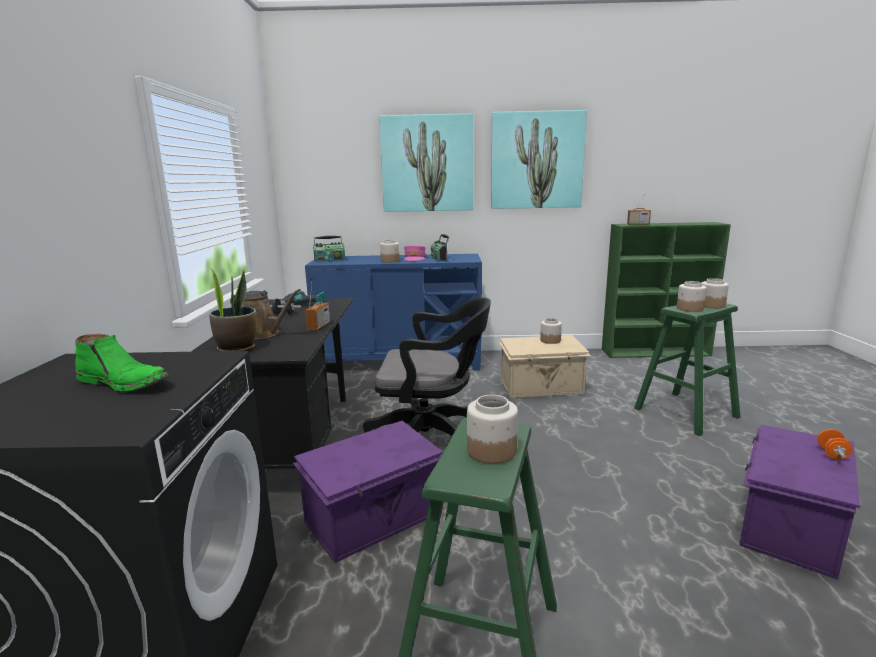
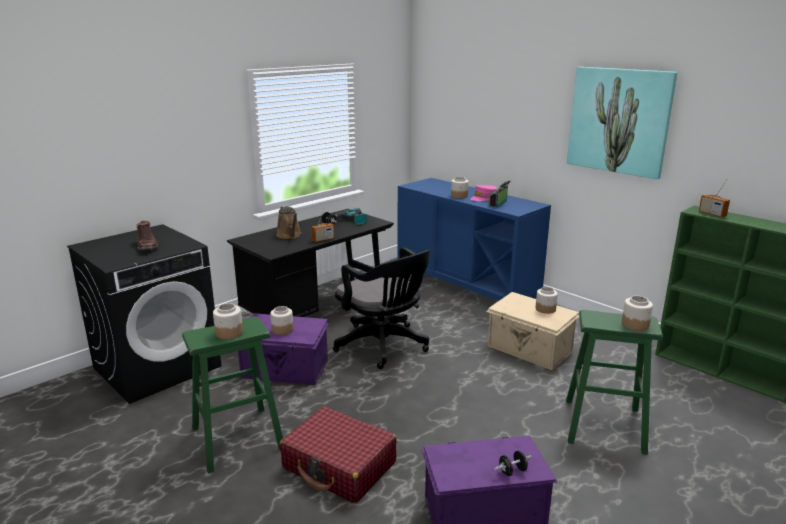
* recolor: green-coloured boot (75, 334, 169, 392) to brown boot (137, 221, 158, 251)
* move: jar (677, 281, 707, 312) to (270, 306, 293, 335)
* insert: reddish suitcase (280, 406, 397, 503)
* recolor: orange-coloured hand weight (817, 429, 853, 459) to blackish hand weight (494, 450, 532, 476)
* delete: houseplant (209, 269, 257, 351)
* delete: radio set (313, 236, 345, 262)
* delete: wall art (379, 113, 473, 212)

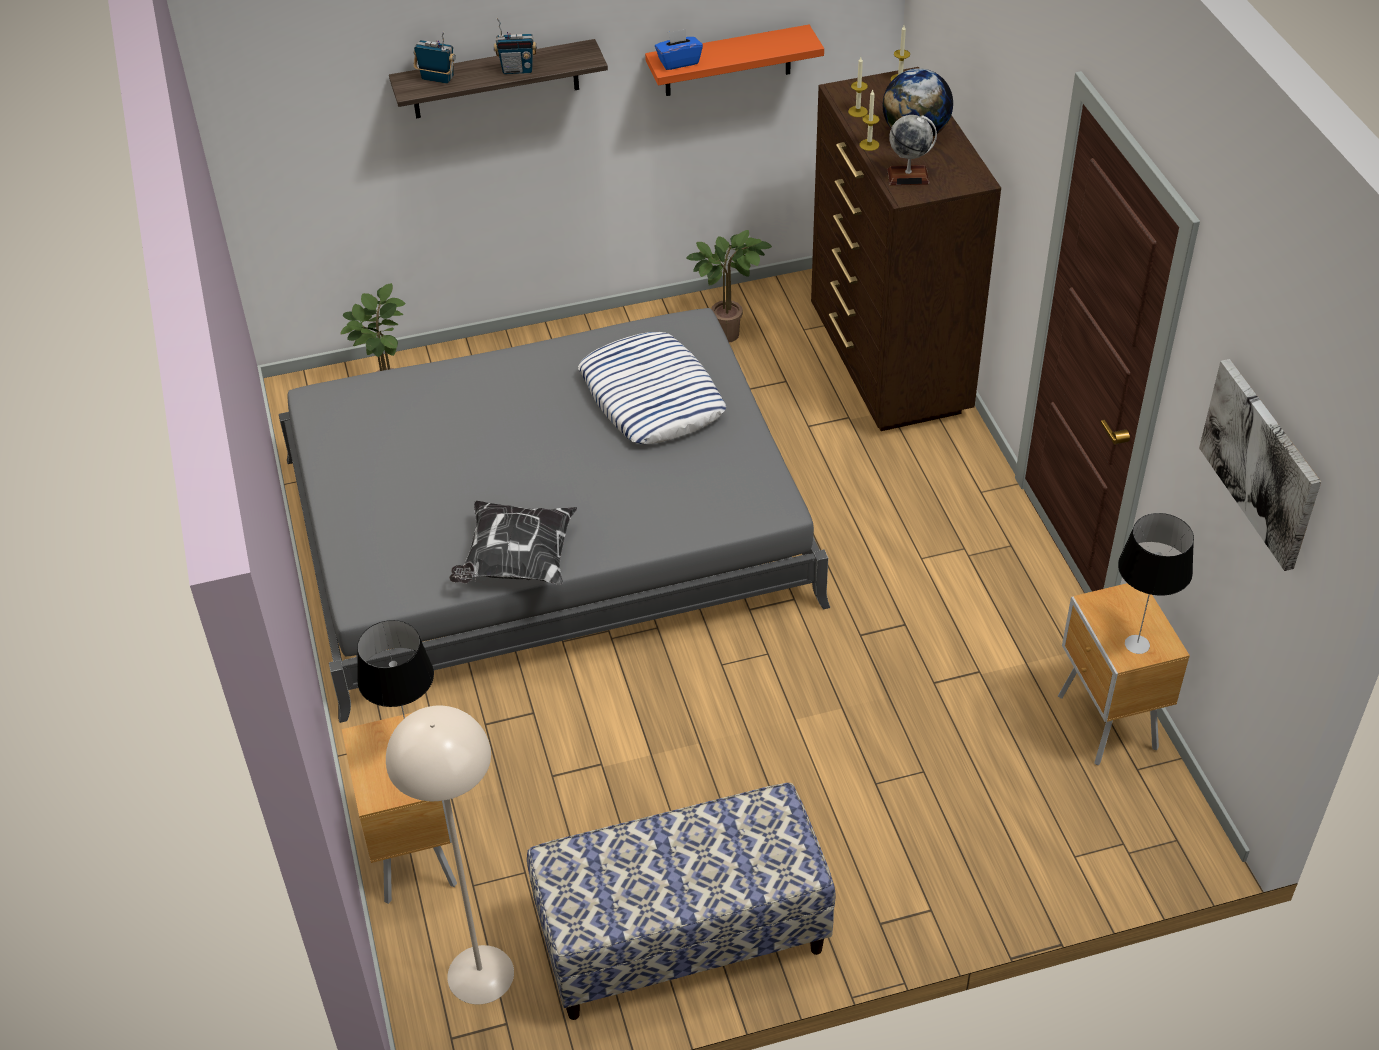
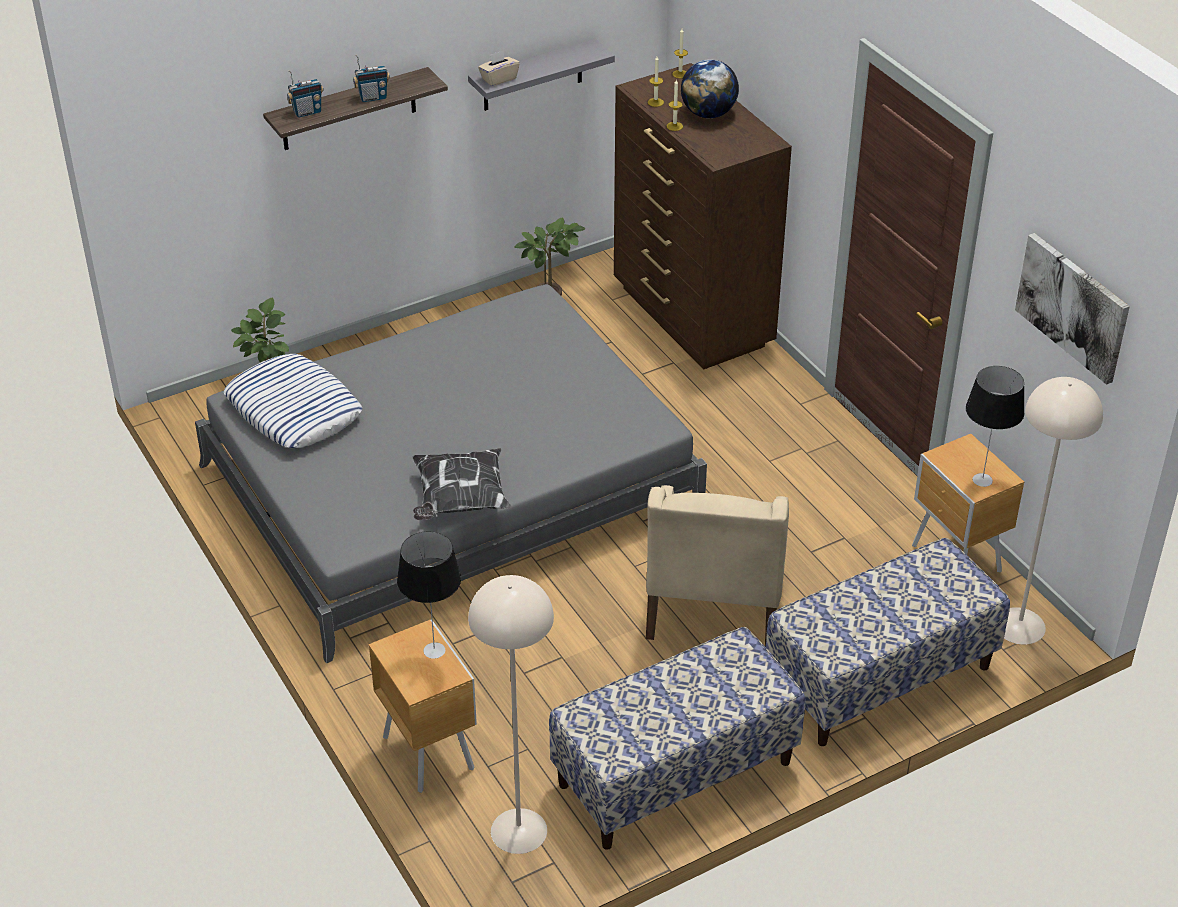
* move: cushion (578, 332, 726, 444) to (223, 354, 362, 448)
* rotate: radio set (414, 31, 456, 84) = (287, 70, 324, 118) 150 degrees clockwise
* recolor: orange-coloured shelf (645, 25, 824, 96) to greyish shelf (468, 39, 615, 111)
* recolor: blue tissue holder (655, 29, 703, 70) to beige-coloured tissue holder (478, 50, 520, 86)
* insert: beige-coloured easy chair (646, 485, 789, 646)
* insert: bench (765, 538, 1010, 746)
* insert: beige-coloured standard lamp (1004, 377, 1103, 644)
* delete: world globe (887, 115, 937, 185)

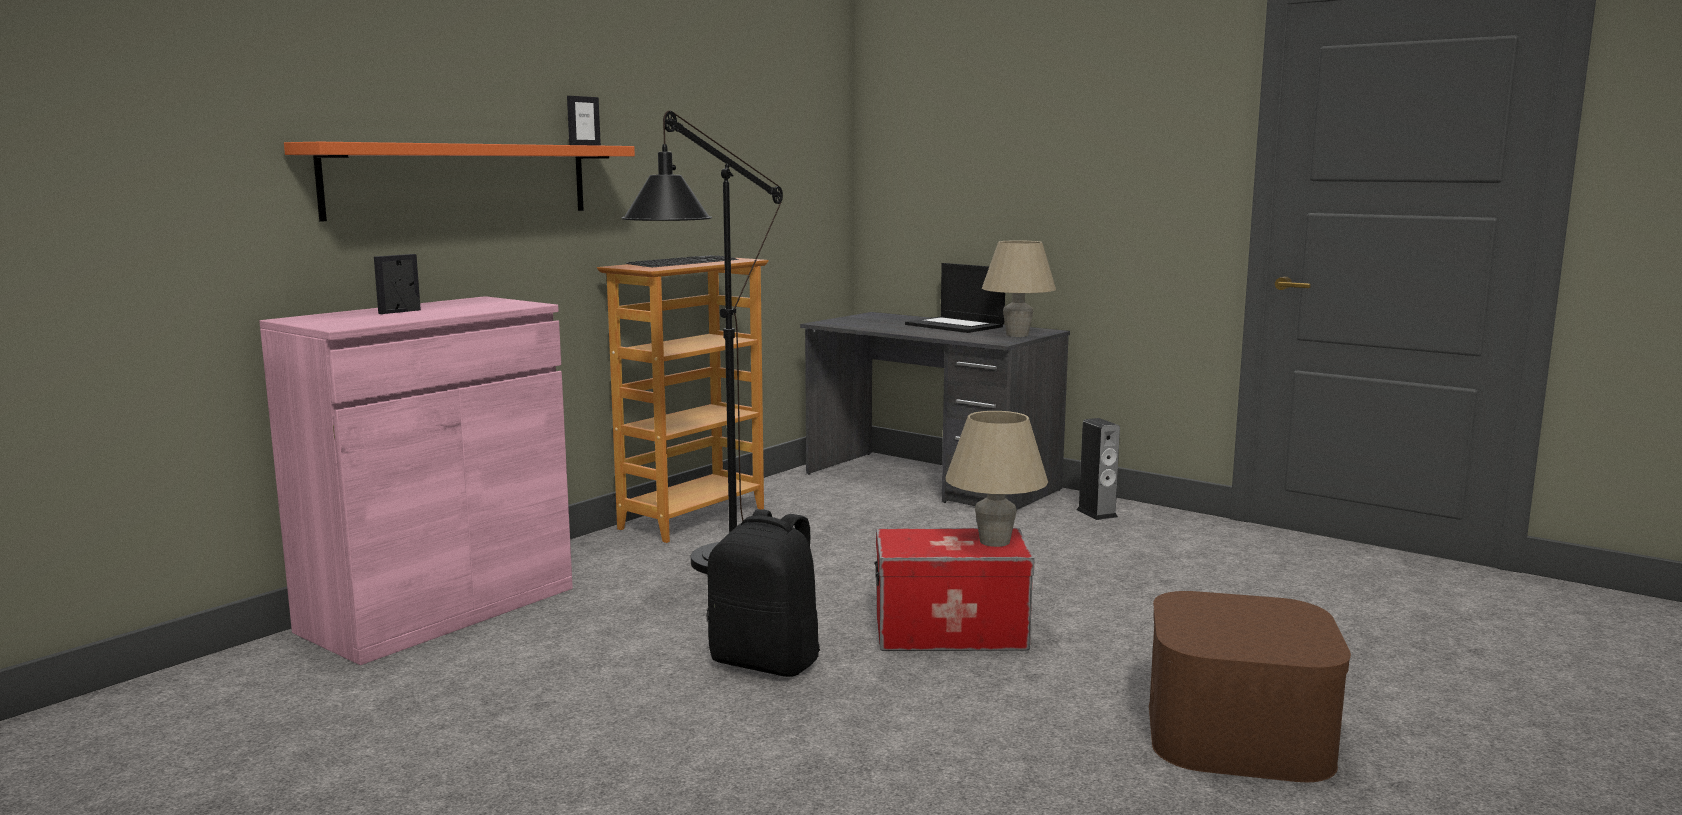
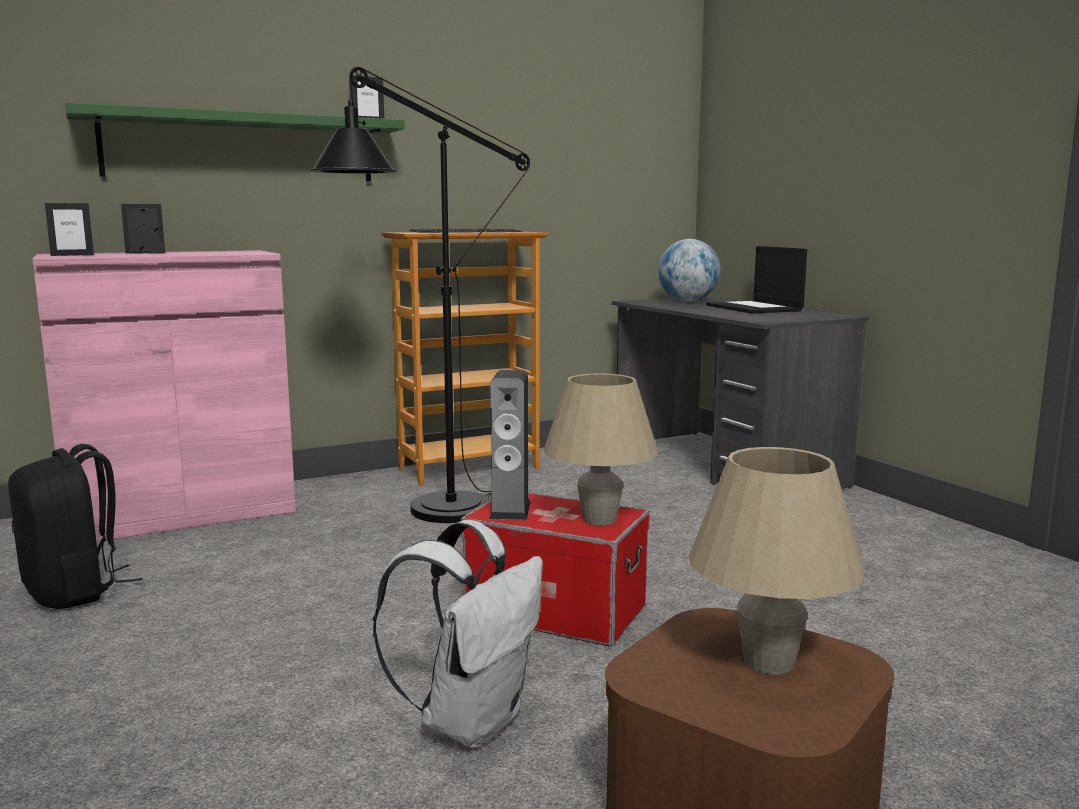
* move: blackish backpack (707, 509, 820, 677) to (8, 444, 142, 609)
* insert: standing frame (45, 203, 94, 256)
* recolor: orange-coloured shelf (284, 142, 635, 222) to green-coloured shelf (65, 102, 405, 182)
* insert: white-coloured backpack (373, 520, 543, 748)
* move: speaker (1076, 418, 1120, 520) to (489, 370, 531, 520)
* insert: world globe (658, 239, 721, 302)
* move: beige-coloured table lamp (982, 240, 1056, 337) to (689, 447, 864, 675)

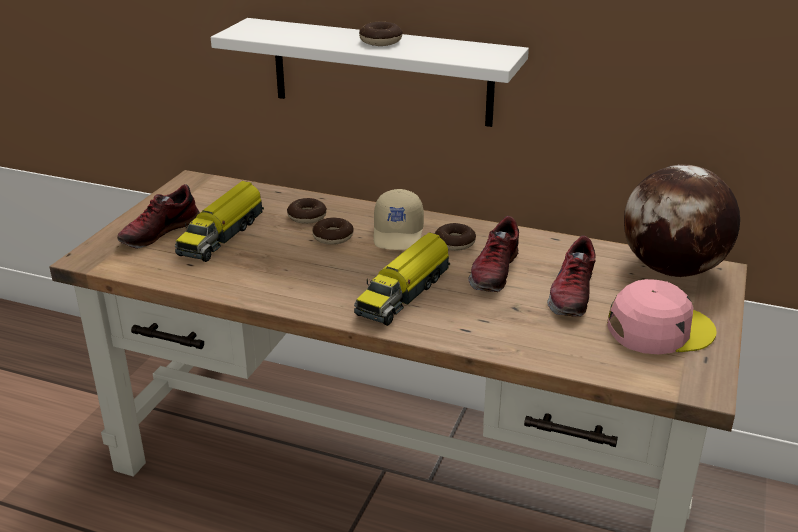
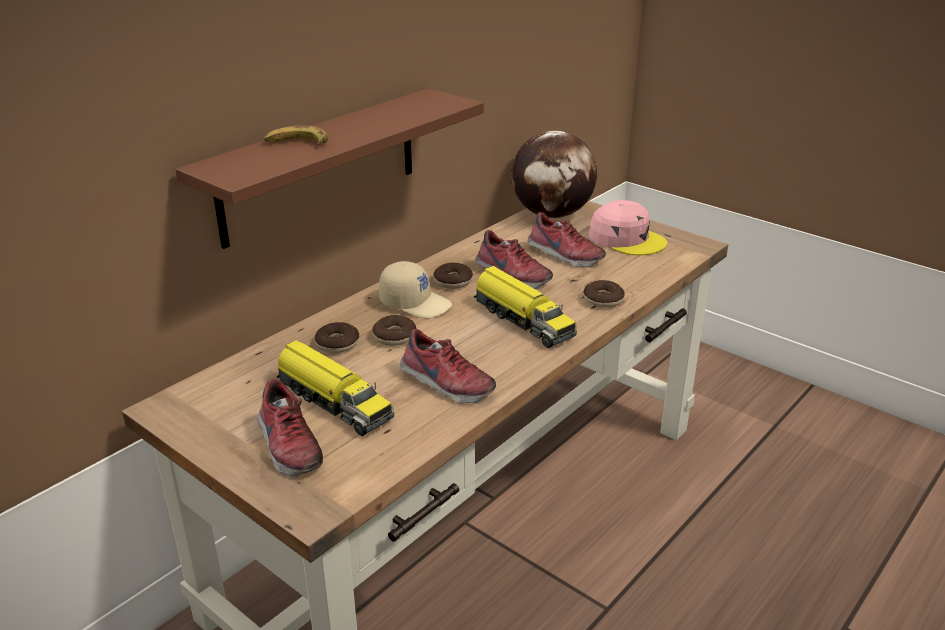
* recolor: white-coloured shelf (211, 18, 529, 127) to brown shelf (175, 88, 484, 249)
* insert: whole banana (264, 125, 328, 145)
* insert: low shoe (400, 329, 496, 403)
* move: donut (359, 22, 402, 46) to (584, 280, 625, 308)
* rotate: pink baseball cap (607, 279, 717, 354) = (589, 200, 667, 255) 120 degrees clockwise

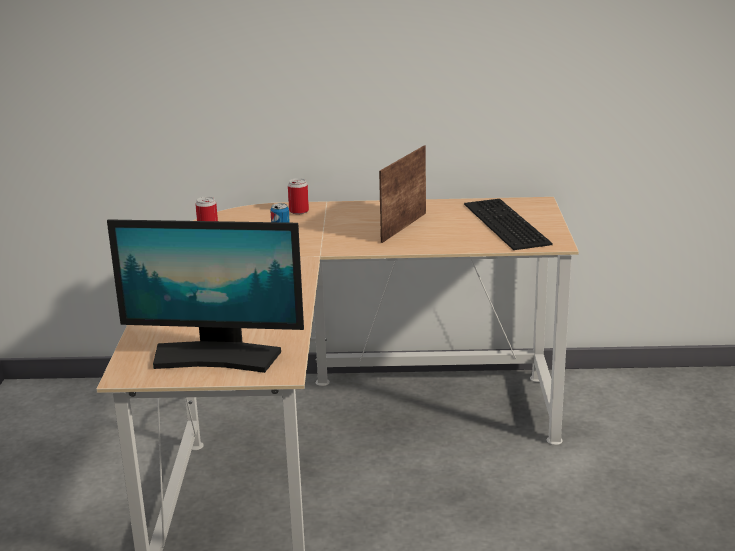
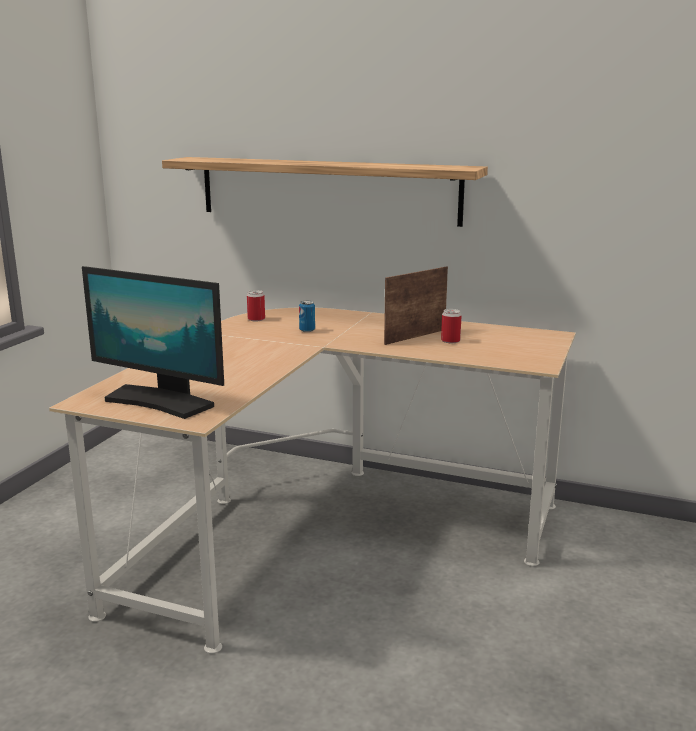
* insert: shelf (162, 157, 488, 227)
* move: metal can (288, 178, 309, 214) to (441, 309, 462, 343)
* delete: keyboard (464, 199, 553, 250)

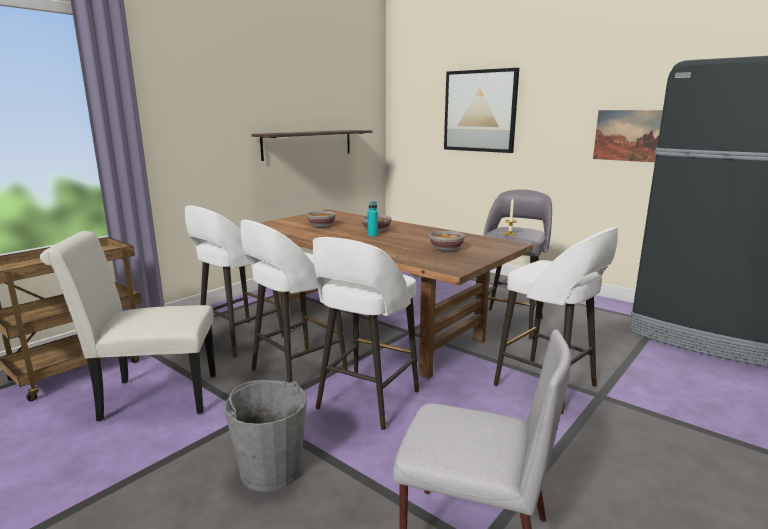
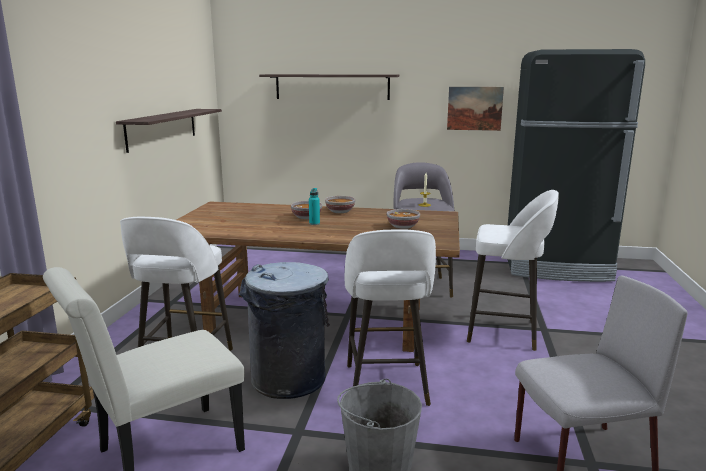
* replace: white-coloured stool (240, 219, 348, 383) to greyish waste bin (239, 262, 330, 399)
* replace: wall art (444, 68, 519, 153) to shelf (259, 74, 399, 100)
* move: bowl (307, 211, 336, 227) to (325, 196, 355, 213)

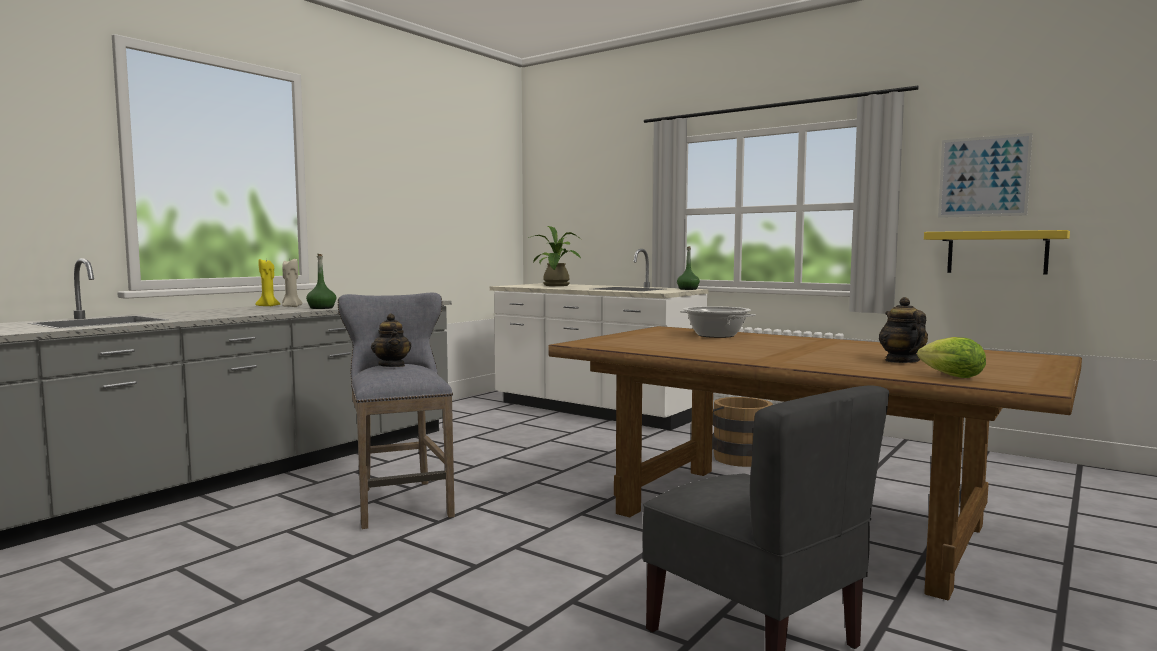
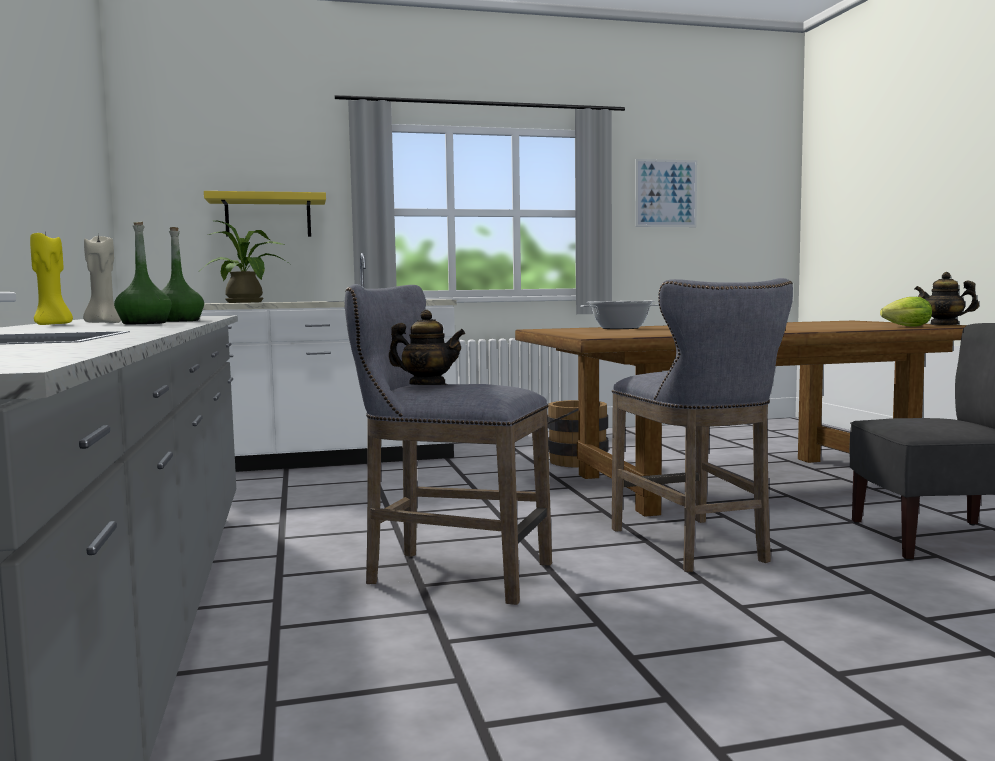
* move: green-coloured drink bottle (677, 246, 700, 290) to (114, 222, 172, 324)
* move: yellow-coloured shelf (924, 230, 1070, 274) to (204, 191, 326, 237)
* insert: greyish stool (612, 278, 793, 572)
* move: pot for tea (879, 297, 928, 363) to (915, 272, 979, 325)

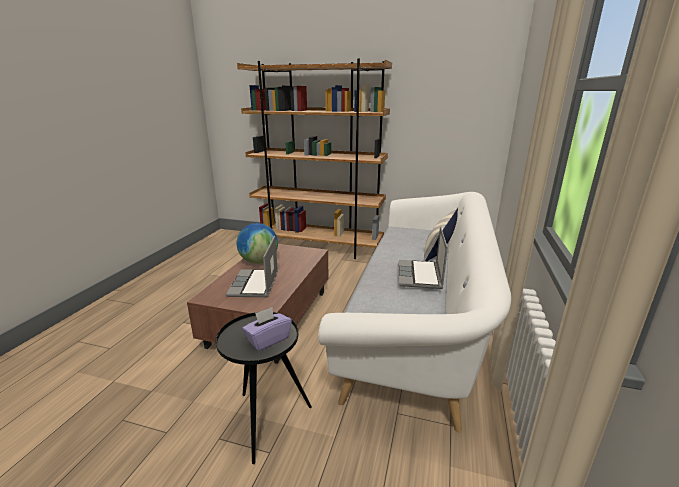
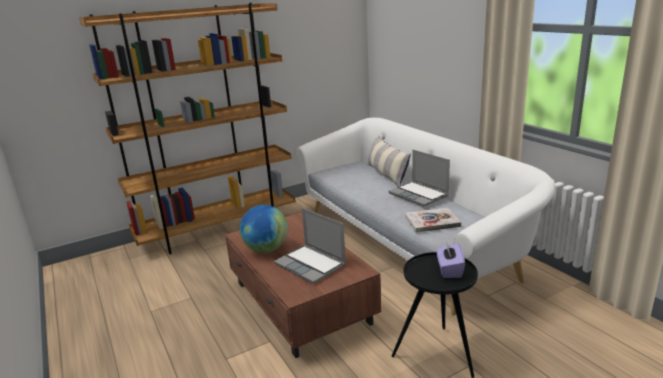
* insert: book (405, 208, 461, 233)

